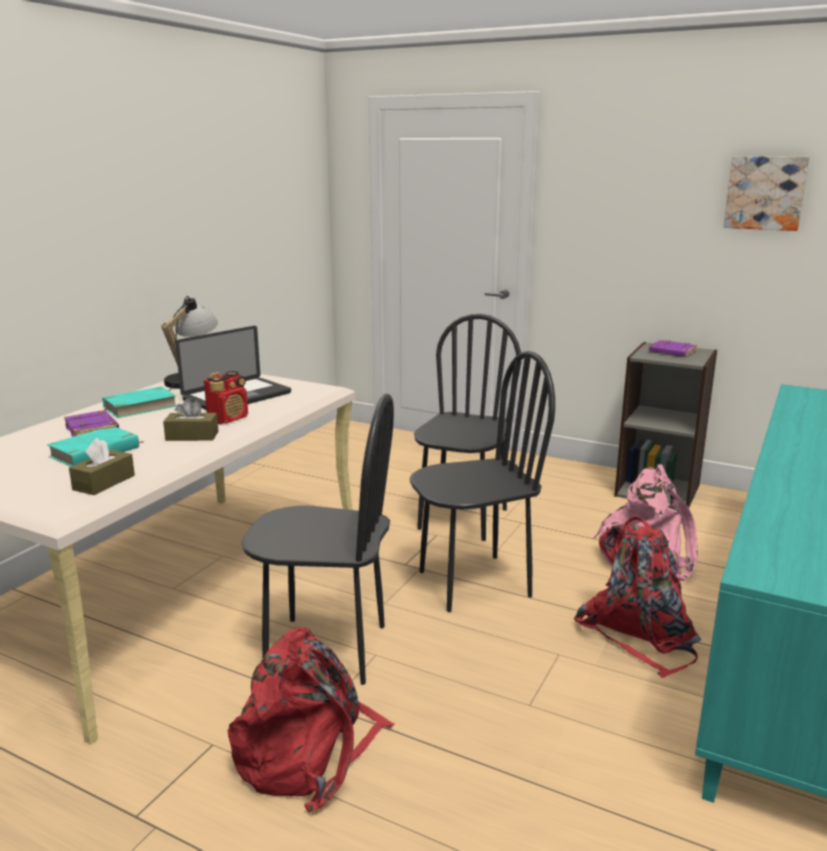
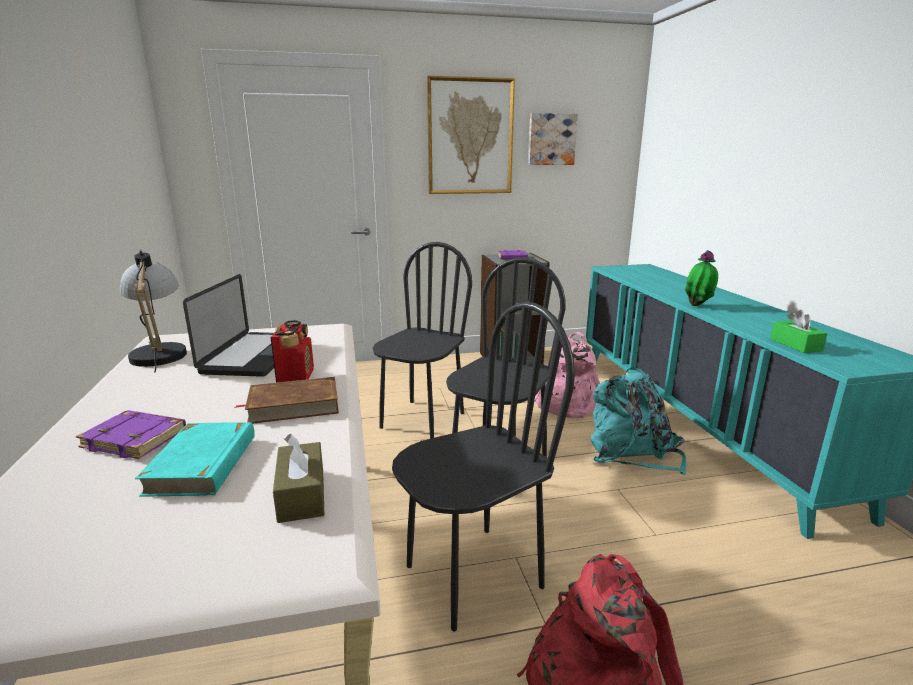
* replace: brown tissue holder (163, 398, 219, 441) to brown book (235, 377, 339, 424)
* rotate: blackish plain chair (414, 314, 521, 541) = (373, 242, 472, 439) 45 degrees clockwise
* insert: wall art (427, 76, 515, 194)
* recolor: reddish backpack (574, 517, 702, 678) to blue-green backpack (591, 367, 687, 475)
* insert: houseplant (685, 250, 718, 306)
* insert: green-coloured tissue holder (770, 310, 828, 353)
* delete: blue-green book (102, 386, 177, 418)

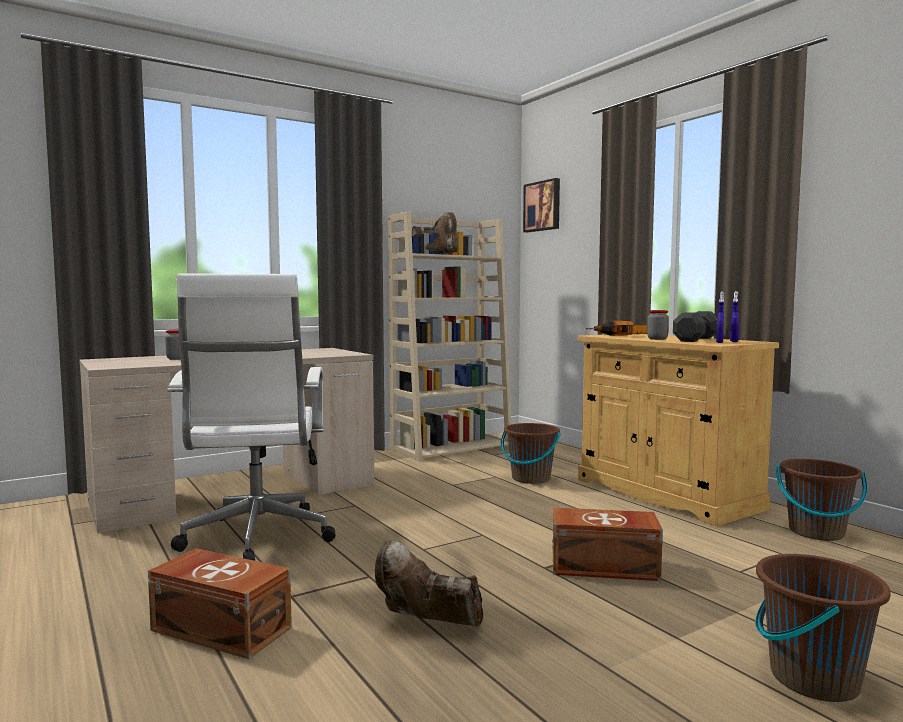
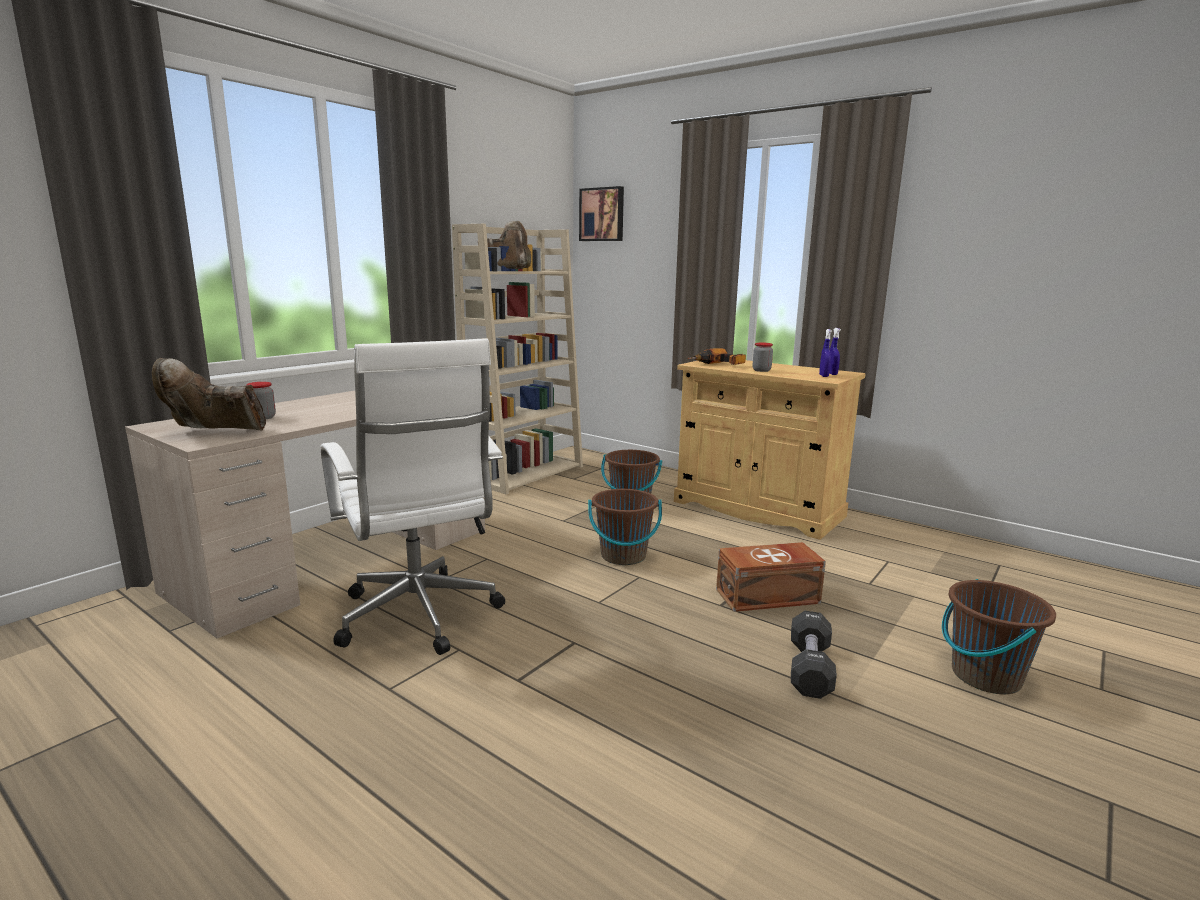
* move: brown boot (375, 540, 483, 627) to (152, 358, 266, 430)
* move: brown pail (776, 459, 867, 541) to (588, 489, 662, 565)
* move: blackish hand weight (673, 311, 718, 342) to (791, 611, 837, 699)
* delete: brown storage box (148, 549, 292, 659)

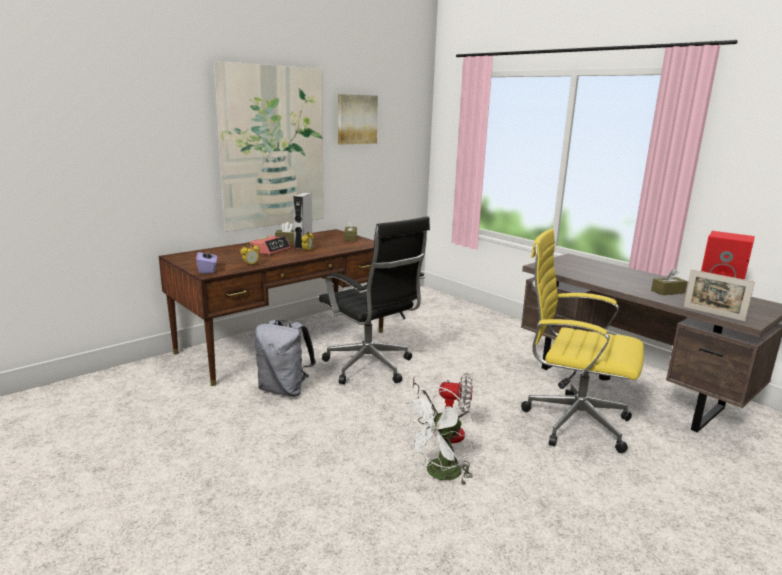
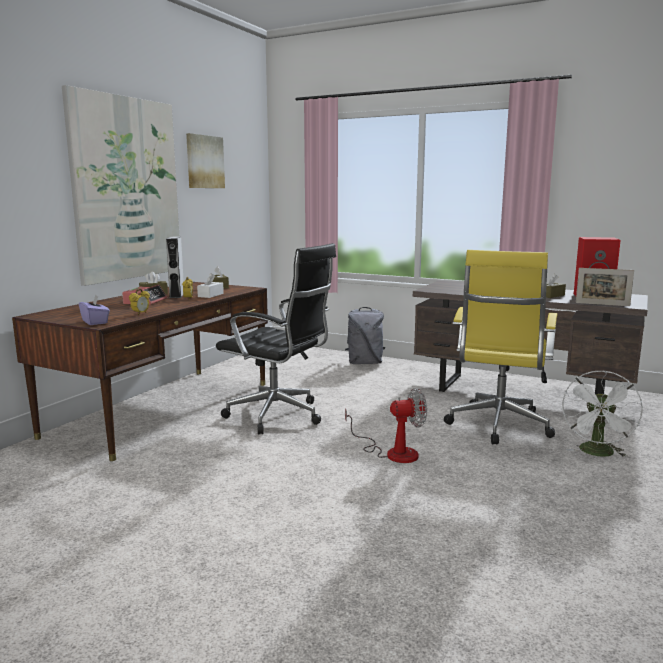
* insert: white-coloured tissue holder (197, 273, 224, 298)
* move: greyish backpack (254, 319, 316, 396) to (345, 307, 385, 364)
* rotate: yellow-coloured computer chair (521, 228, 644, 453) = (444, 250, 557, 444) 75 degrees counterclockwise
* move: white-coloured electric fan (401, 387, 474, 486) to (562, 370, 643, 457)

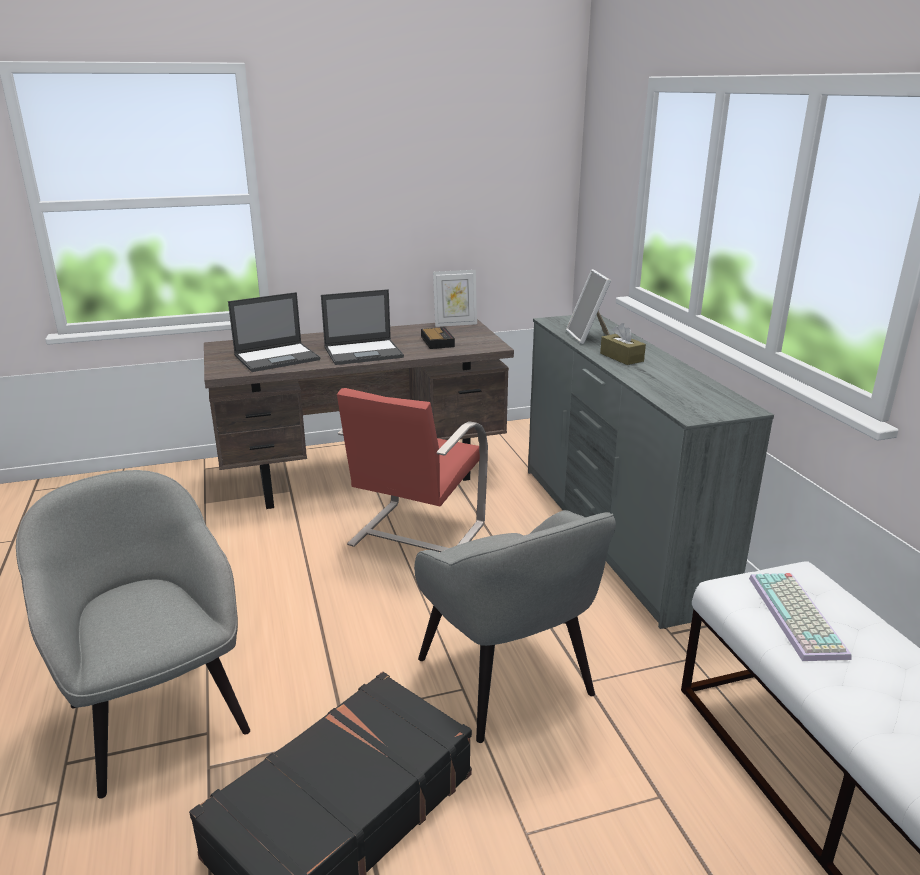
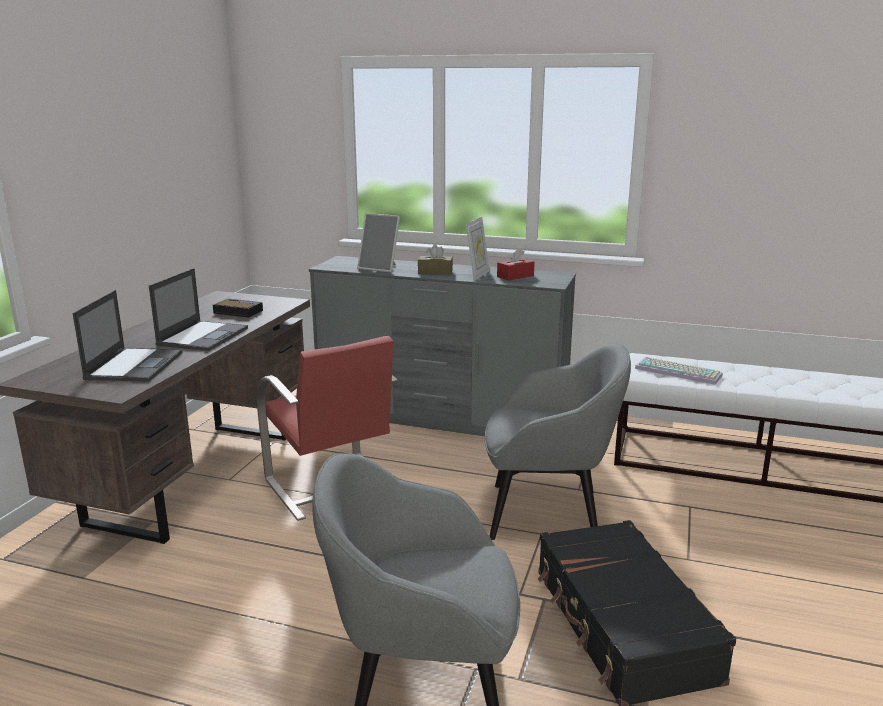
* move: standing frame (433, 270, 477, 327) to (466, 217, 489, 281)
* insert: reddish tissue holder (497, 248, 535, 281)

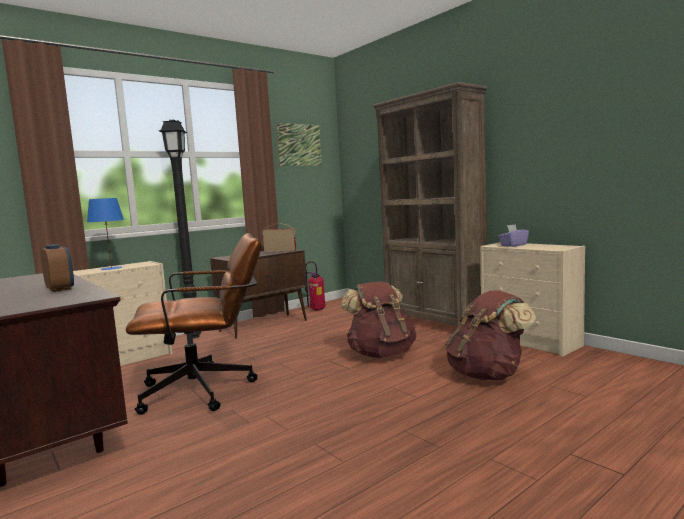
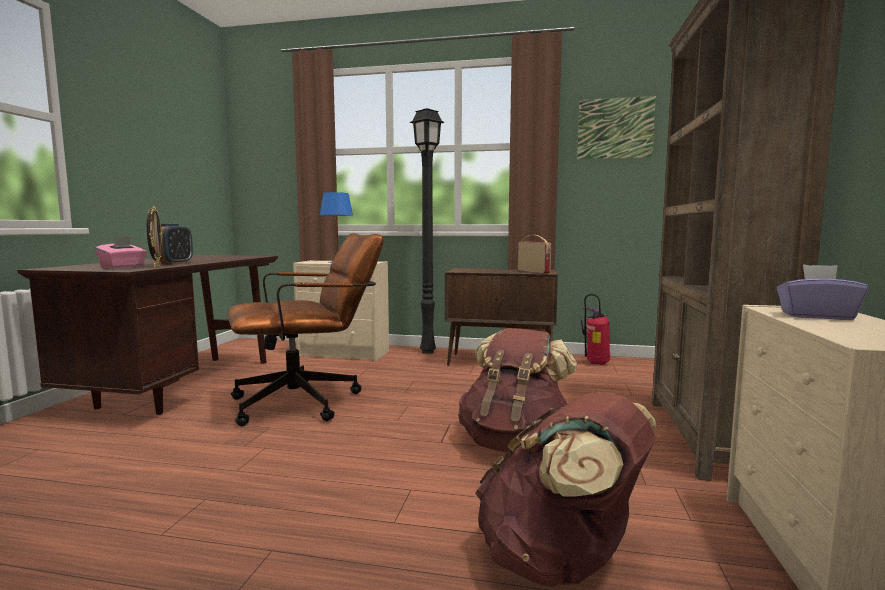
* insert: pink tissue holder (95, 237, 147, 268)
* insert: standing frame (147, 206, 162, 268)
* rotate: brown computer chair (126, 233, 261, 415) = (227, 233, 384, 426) 60 degrees counterclockwise

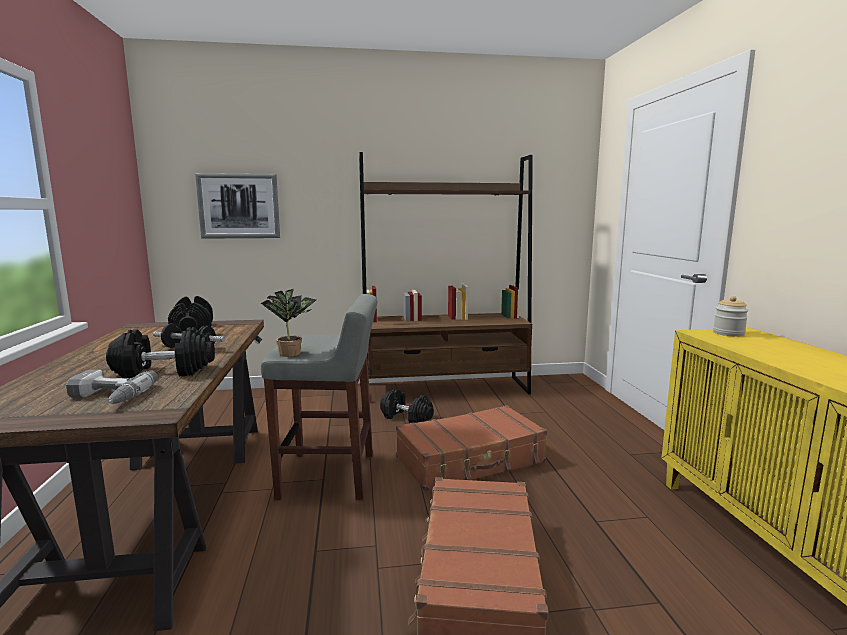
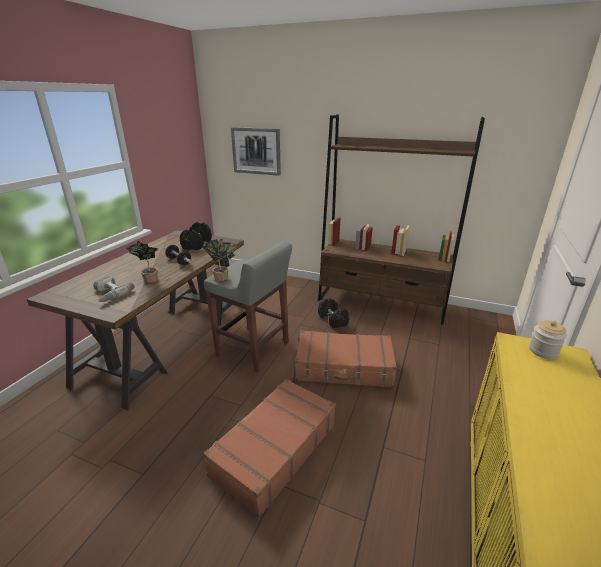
* replace: blackish hand weight (106, 327, 215, 378) to houseplant (126, 241, 159, 283)

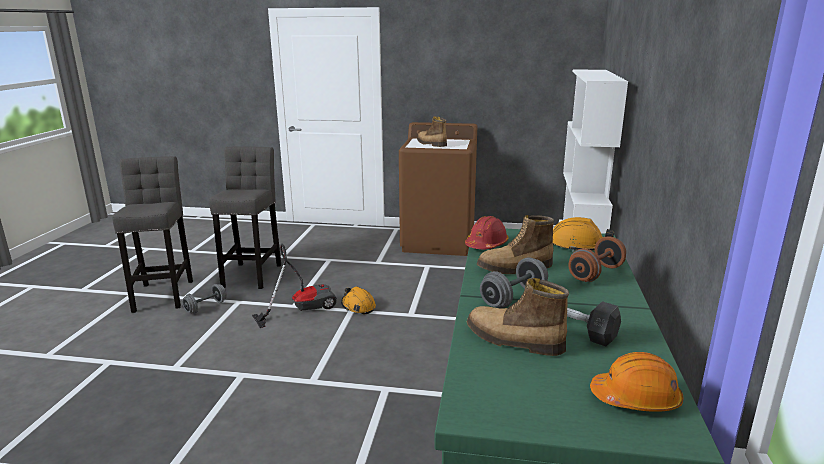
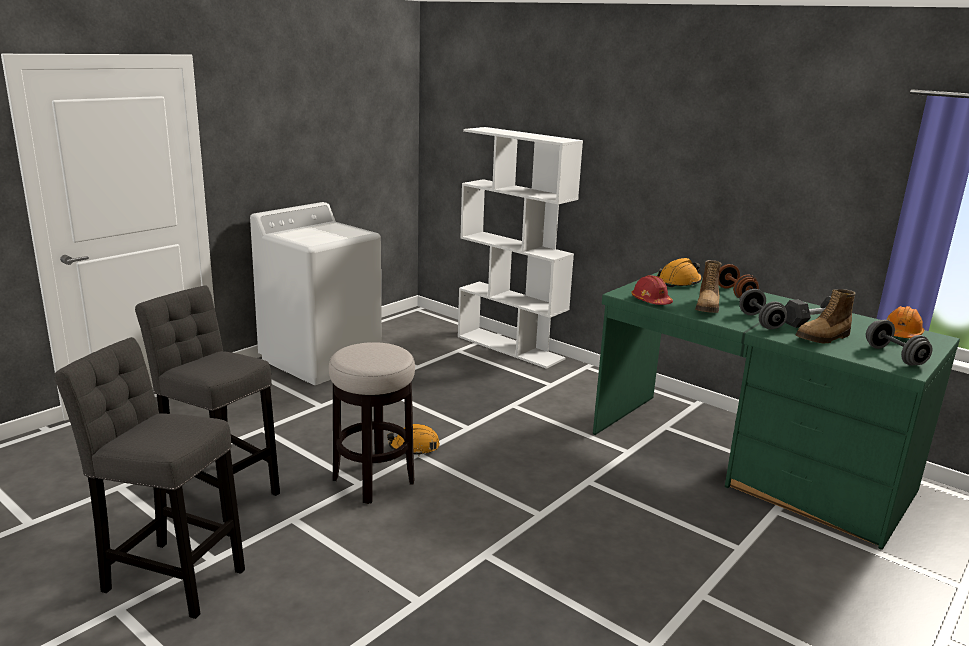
* recolor: brown washing machine (399, 122, 477, 256) to white-coloured washing machine (250, 202, 382, 385)
* replace: vacuum cleaner (252, 244, 337, 328) to stool (329, 342, 415, 504)
* move: greyish hand weight (182, 284, 227, 313) to (866, 320, 933, 366)
* delete: boot (417, 116, 447, 147)

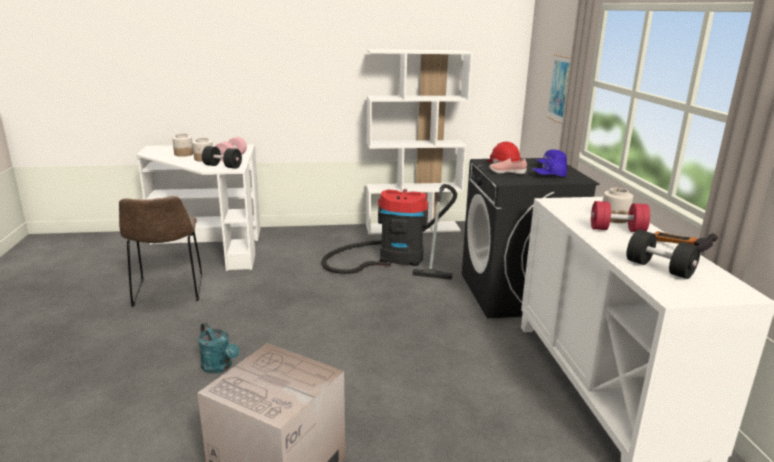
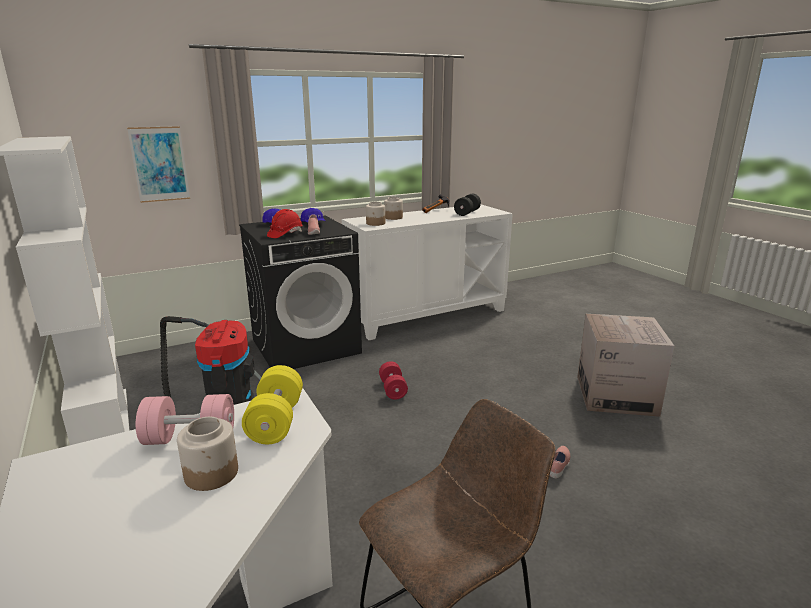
* recolor: blackish hand weight (202, 146, 242, 169) to yellow-coloured hand weight (242, 365, 303, 444)
* move: jar (172, 134, 193, 157) to (366, 202, 385, 226)
* move: reddish hand weight (591, 201, 650, 232) to (379, 361, 408, 400)
* replace: blue-green watering pot (198, 322, 239, 374) to pink low shoe (550, 446, 570, 478)

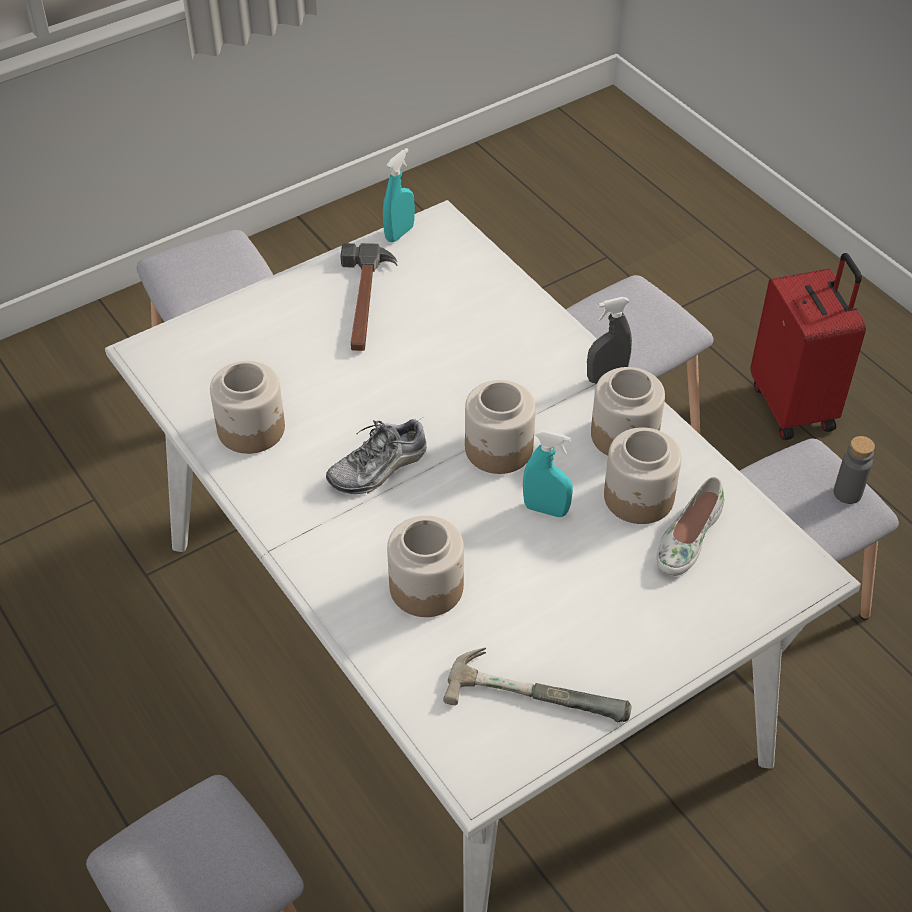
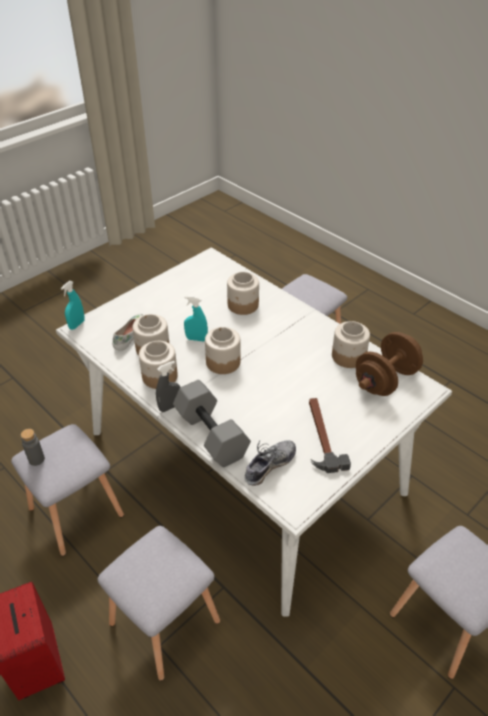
* move: blue-green sprayer (383, 148, 415, 242) to (61, 281, 84, 330)
* insert: greyish hand weight (173, 380, 251, 467)
* move: low shoe (326, 418, 427, 494) to (244, 440, 296, 486)
* insert: brown hand weight (356, 332, 423, 396)
* delete: hand hammer (443, 648, 632, 722)

